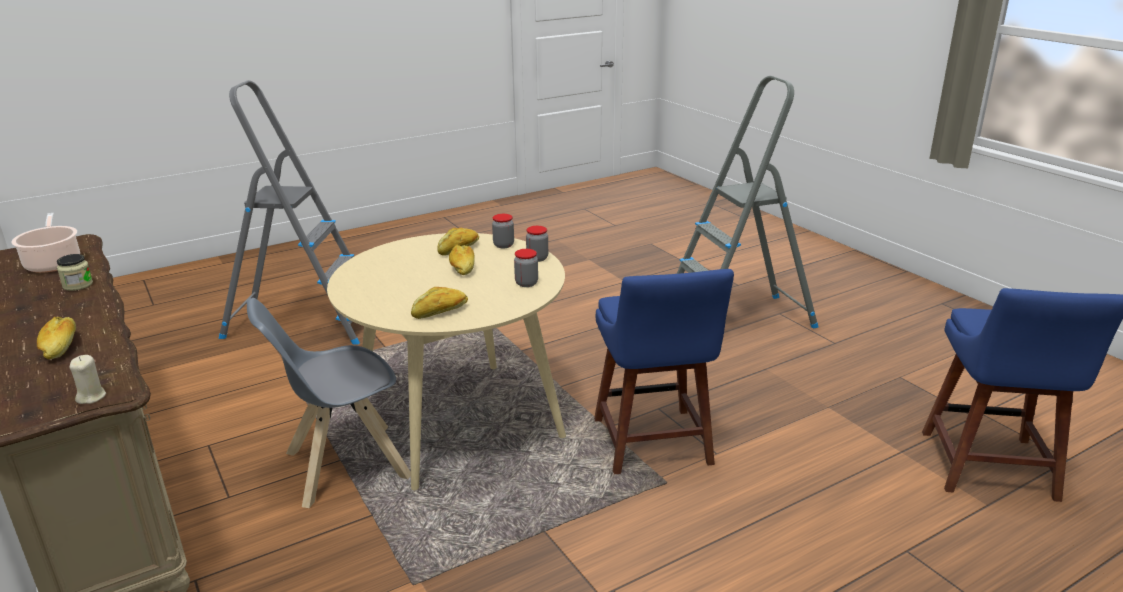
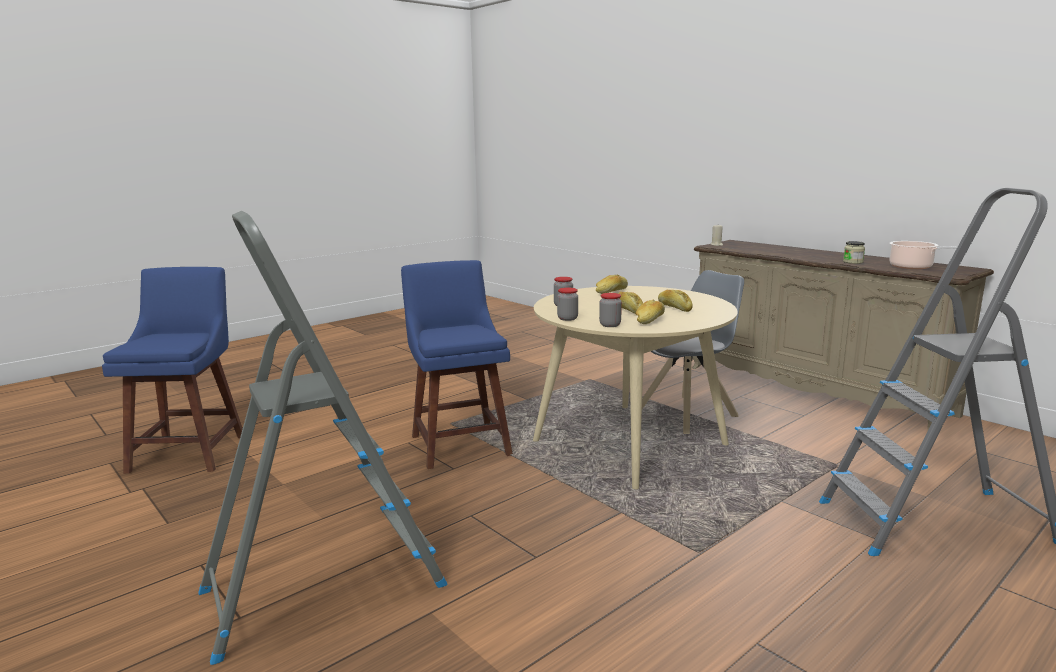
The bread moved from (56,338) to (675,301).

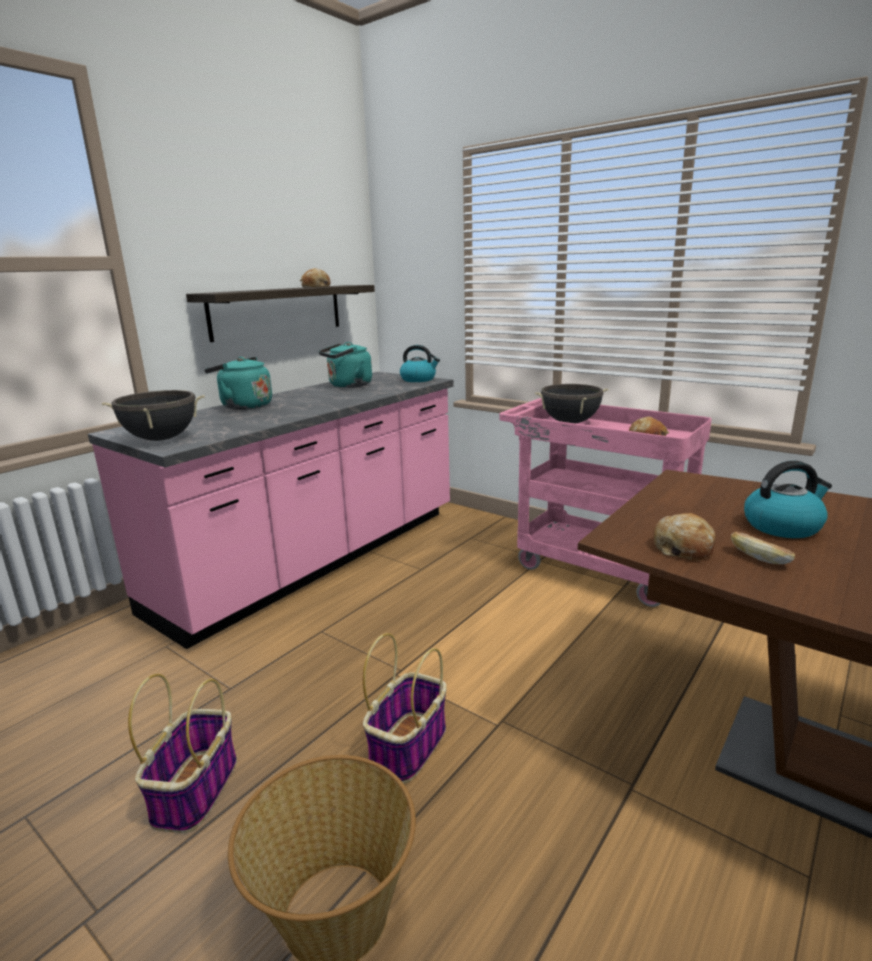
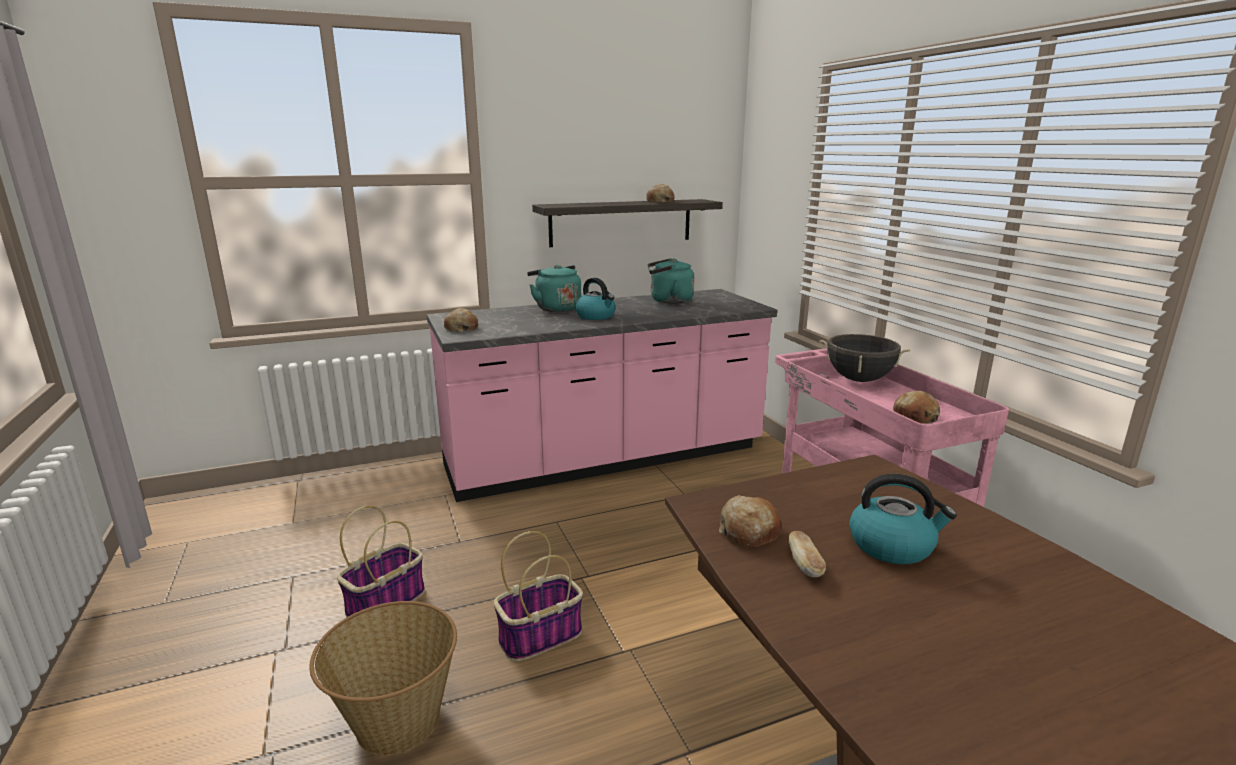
The tea kettle moved from (420,363) to (595,299).
The blackish stockpot at (153,415) was replaced by the bread at (461,320).

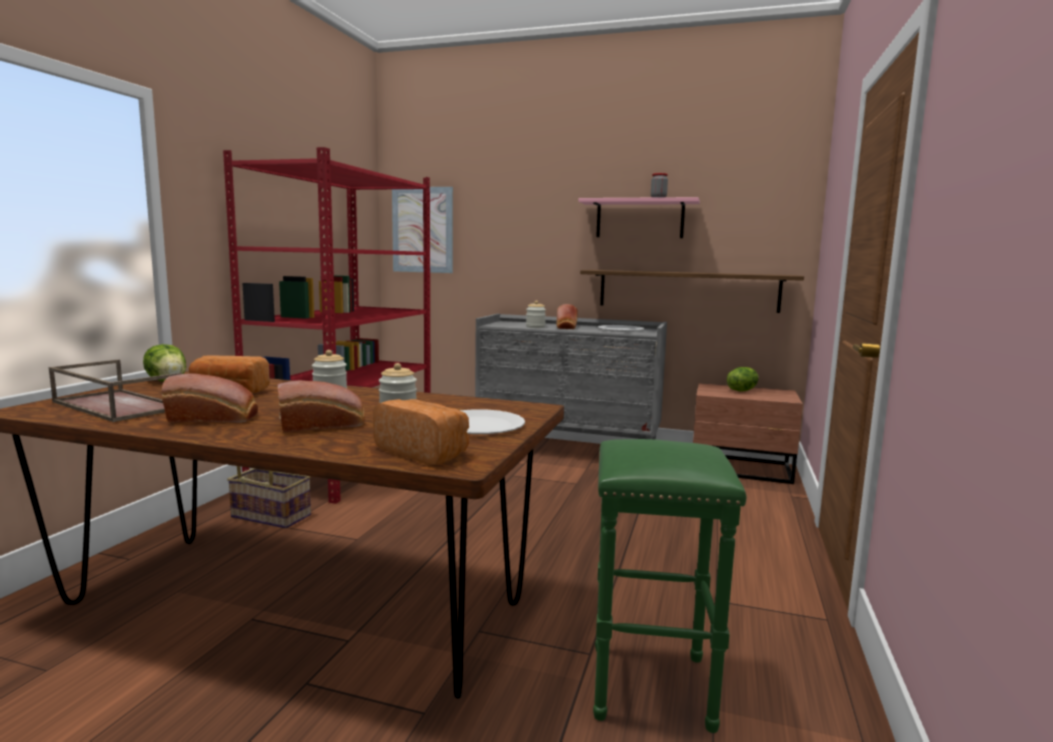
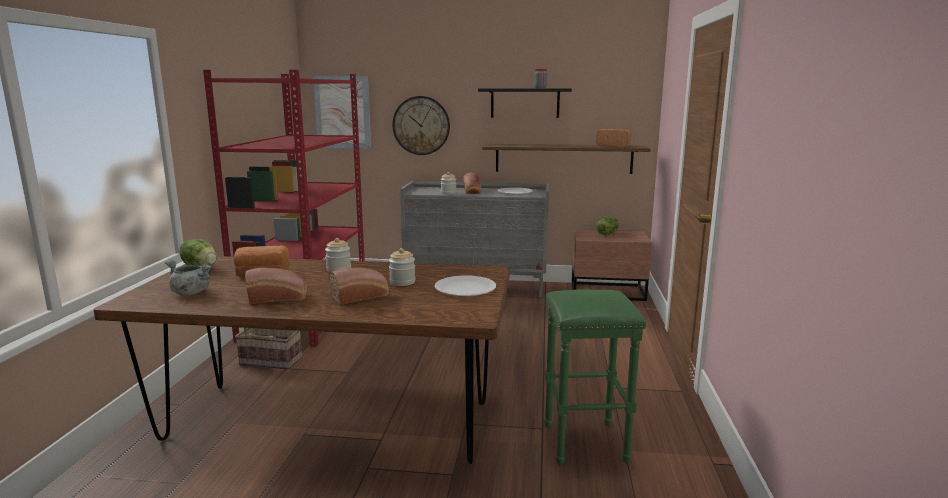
The hanging clock at (421,125) appeared.
The bread moved from (421,432) to (613,138).
The brown-coloured carrying tray at (115,391) was replaced by the grey stockpot at (188,277).
The pink shelf at (639,217) became the blackish shelf at (525,103).

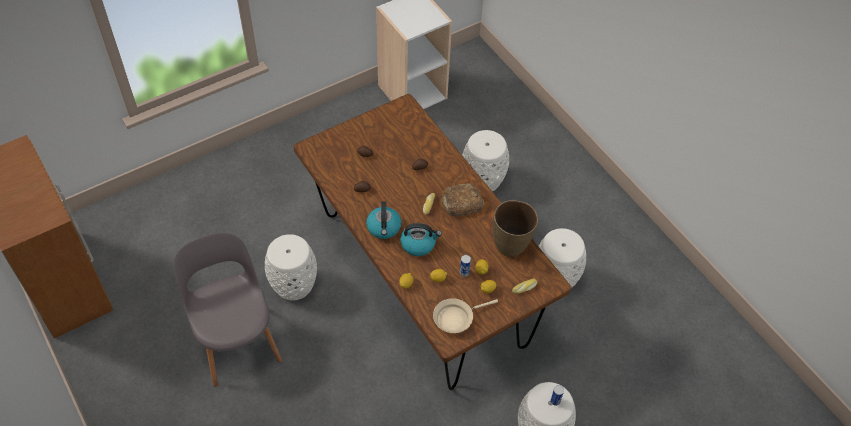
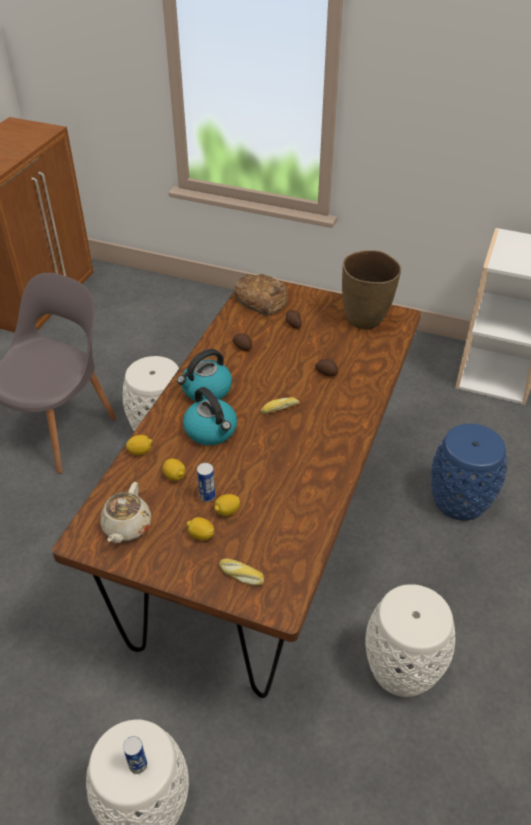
The bread moved from (462,199) to (261,295).
The brown-coloured vase moved from (515,228) to (371,289).
The beige-coloured frying pan at (465,315) was replaced by the beige-coloured pot for tea at (125,512).
The white stool seat at (485,161) became the blue stool seat at (469,472).

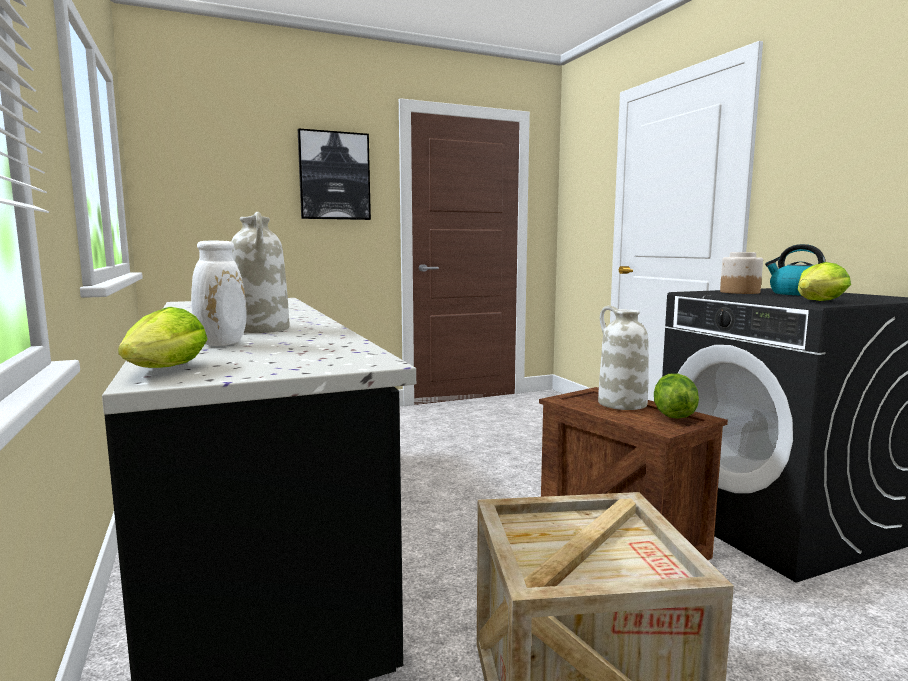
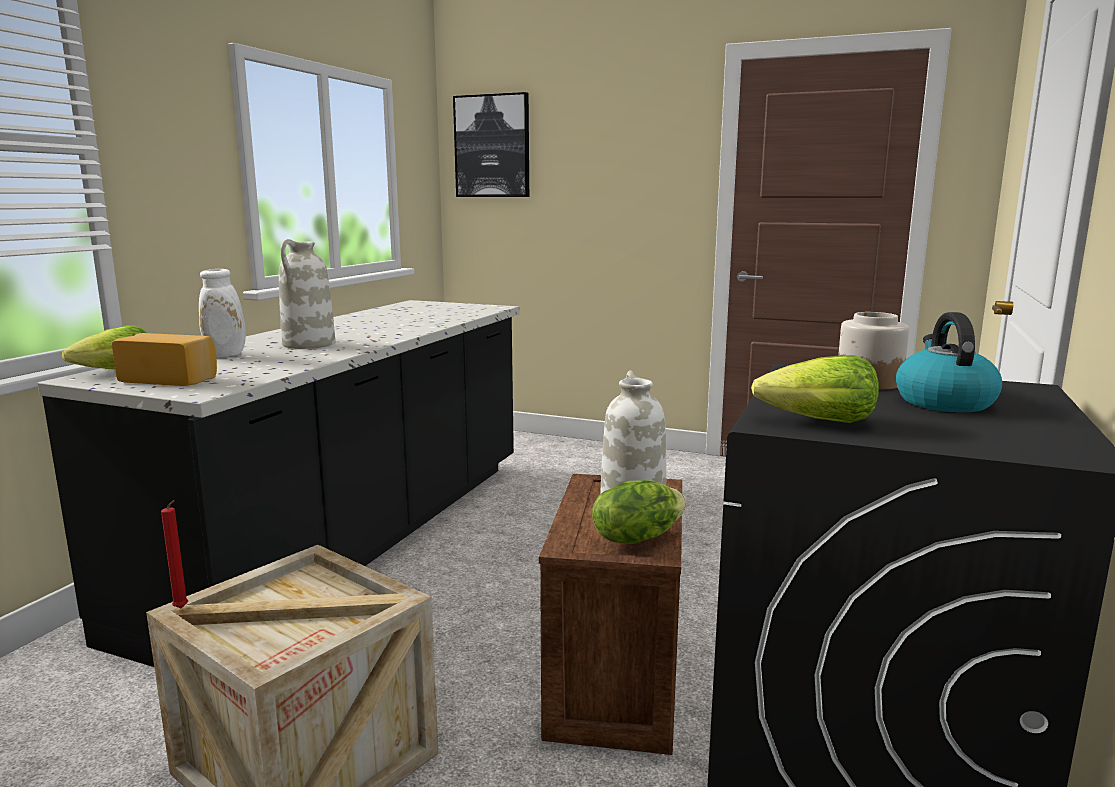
The bread at (164,359) appeared.
The red-coloured candle at (174,554) appeared.
The wall picture moved from (334,174) to (491,144).

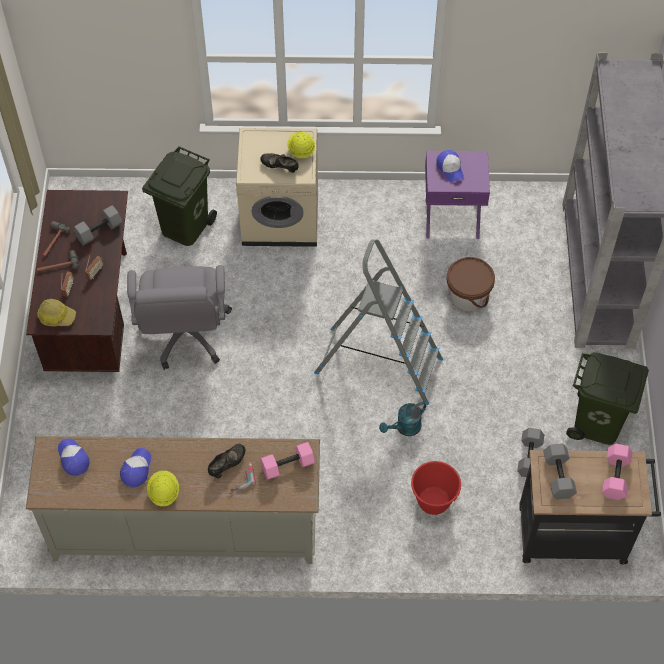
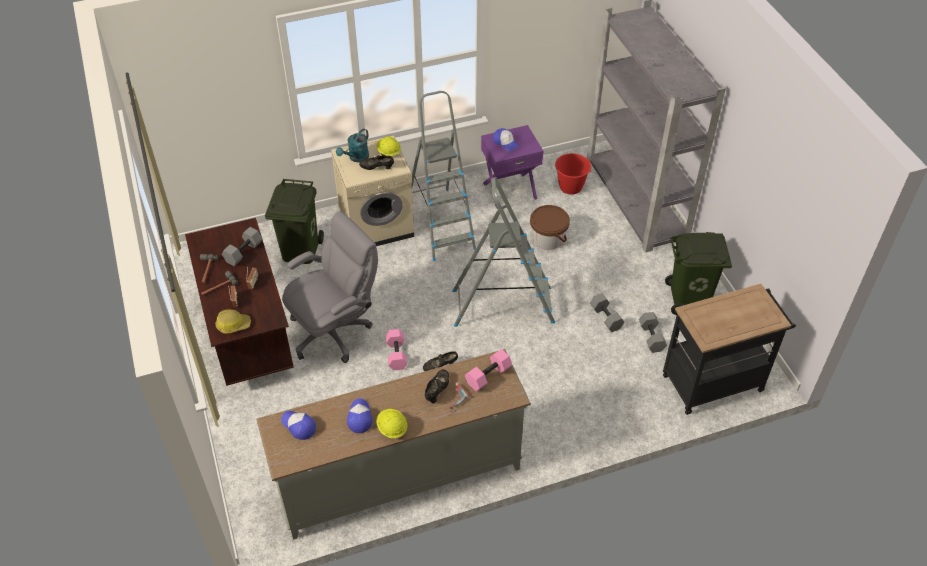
The grey step stool at (444,176) appeared.
The blackish shoe at (440,361) appeared.
The blue-green watering pot moved from (402,419) to (352,145).
The red-coloured pail moved from (436,488) to (573,174).
The grey hand weight moved from (560,471) to (607,312).
The pink hand weight moved from (617,472) to (396,349).
The grey office chair at (179,317) turned 105 degrees counterclockwise.

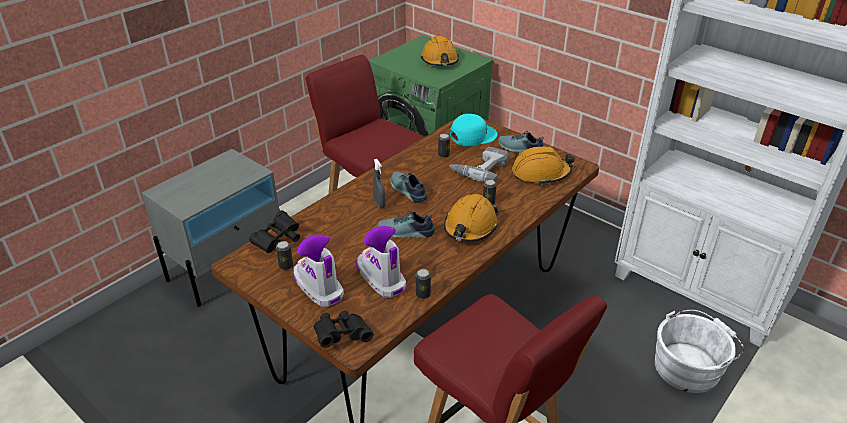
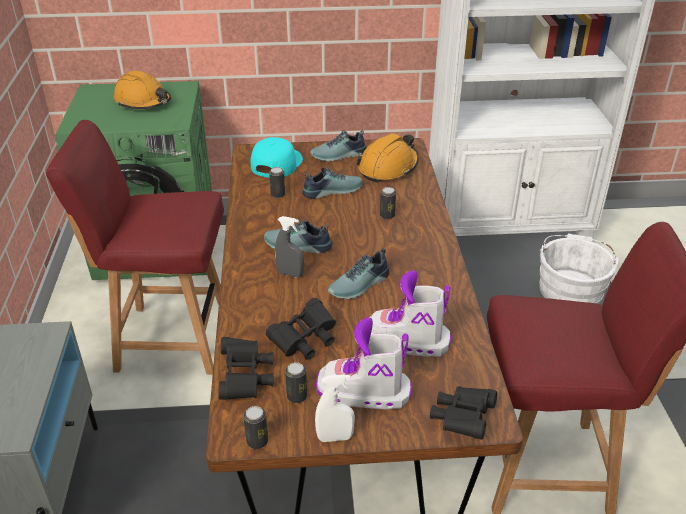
The orangey hard hat at (471,218) disappeared.
The blackish field glasses at (301,329) appeared.
The white sprayer at (335,408) appeared.
The can moved from (423,284) to (255,427).
The drill at (479,164) was replaced by the shoe at (332,182).

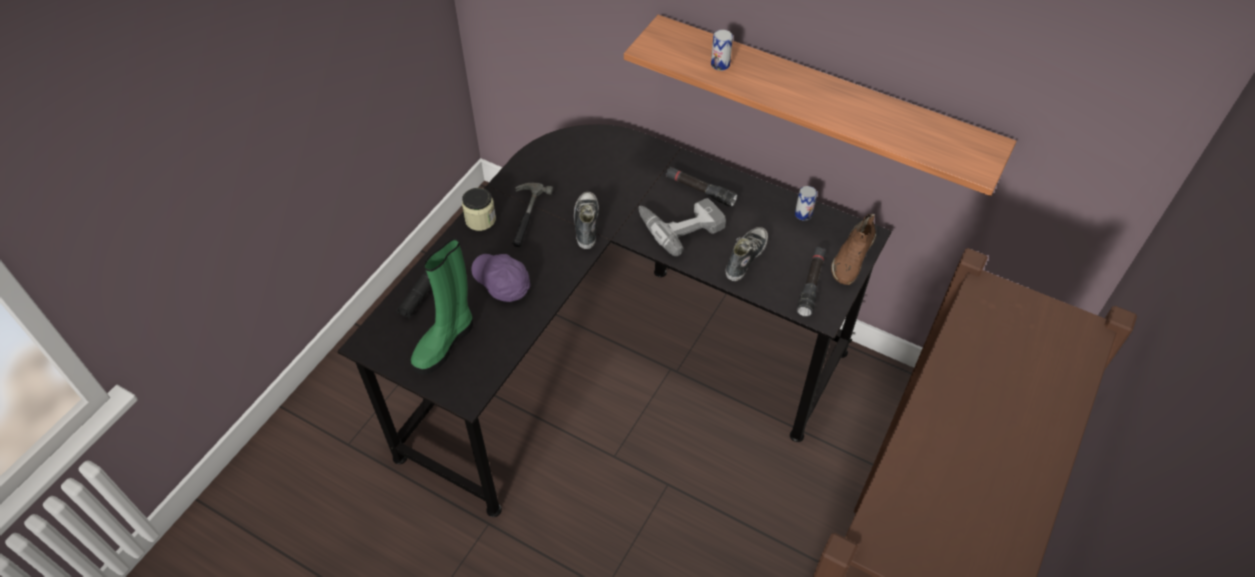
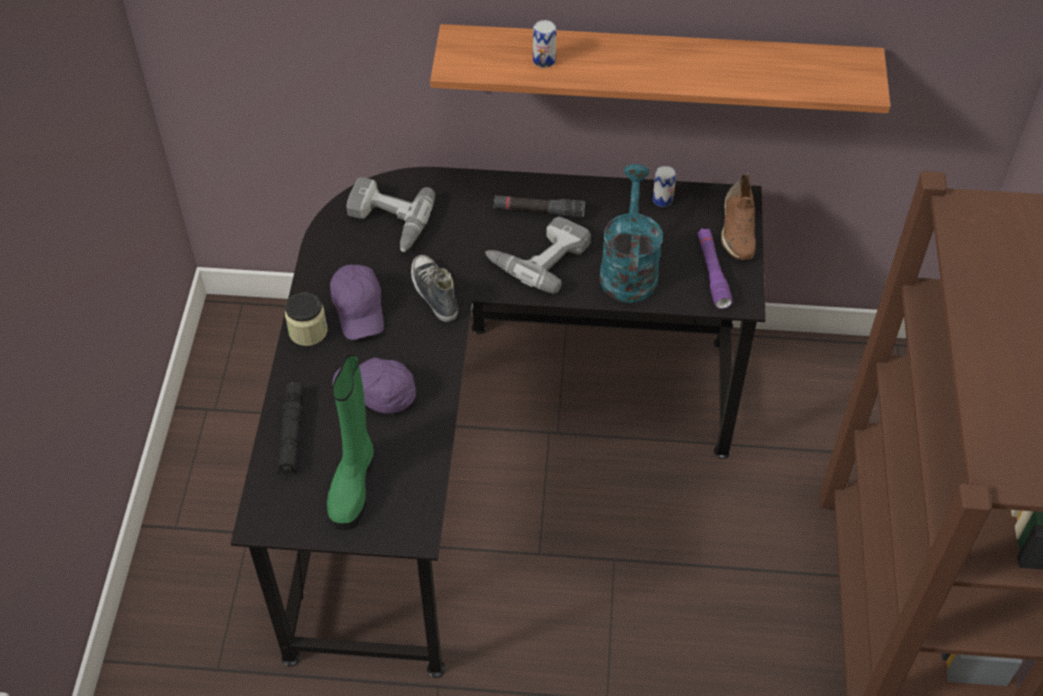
The drill at (390,214) appeared.
The tool hammer at (532,215) was replaced by the purple-coloured peaked cap at (357,302).
The shoe at (746,254) was replaced by the blue-green watering pot at (631,233).
The blackish hand torch at (811,282) became the purple-coloured hand torch at (715,268).

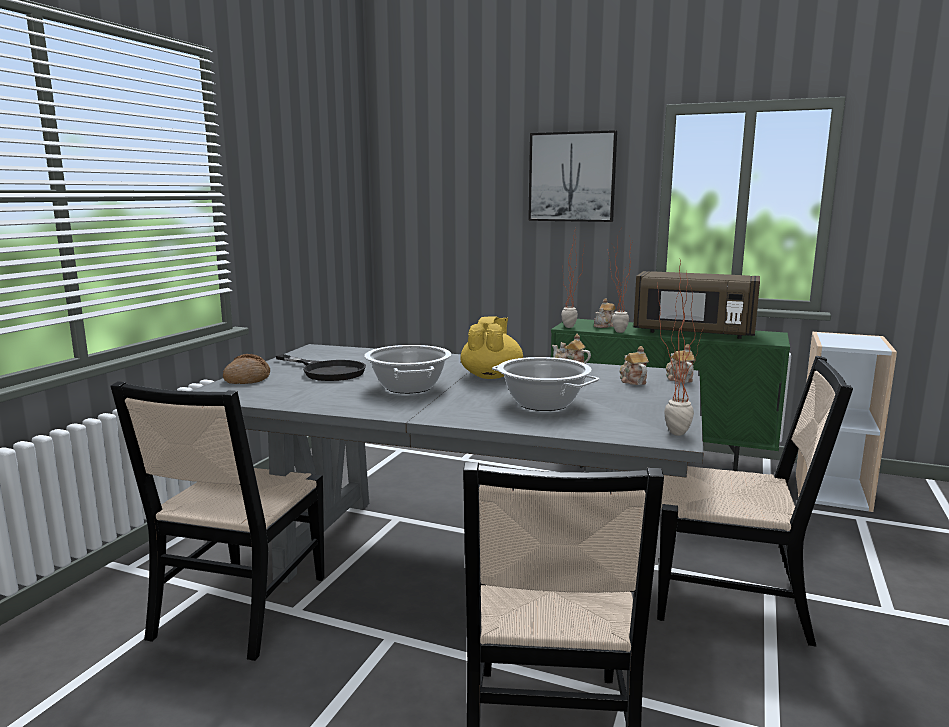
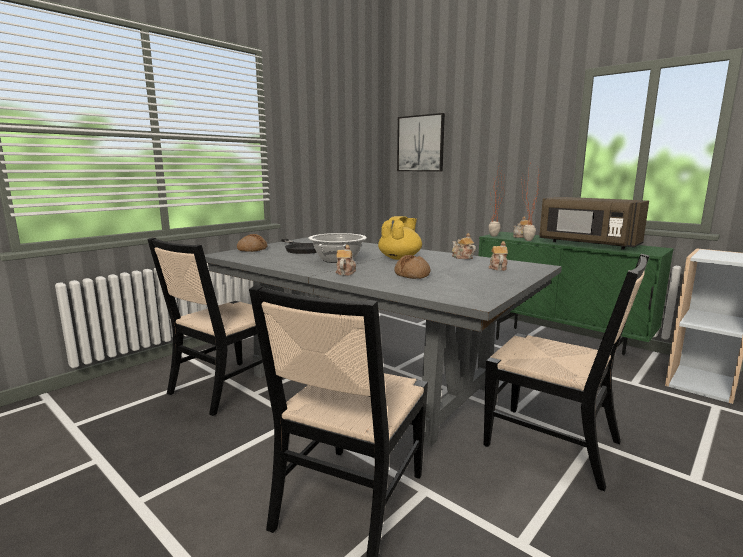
The plant in a pot at (680,348) disappeared.
The wall picture moved from (572,176) to (421,142).
The pot for tea moved from (680,363) to (345,260).
The stockpot at (545,384) was replaced by the bread at (412,267).

